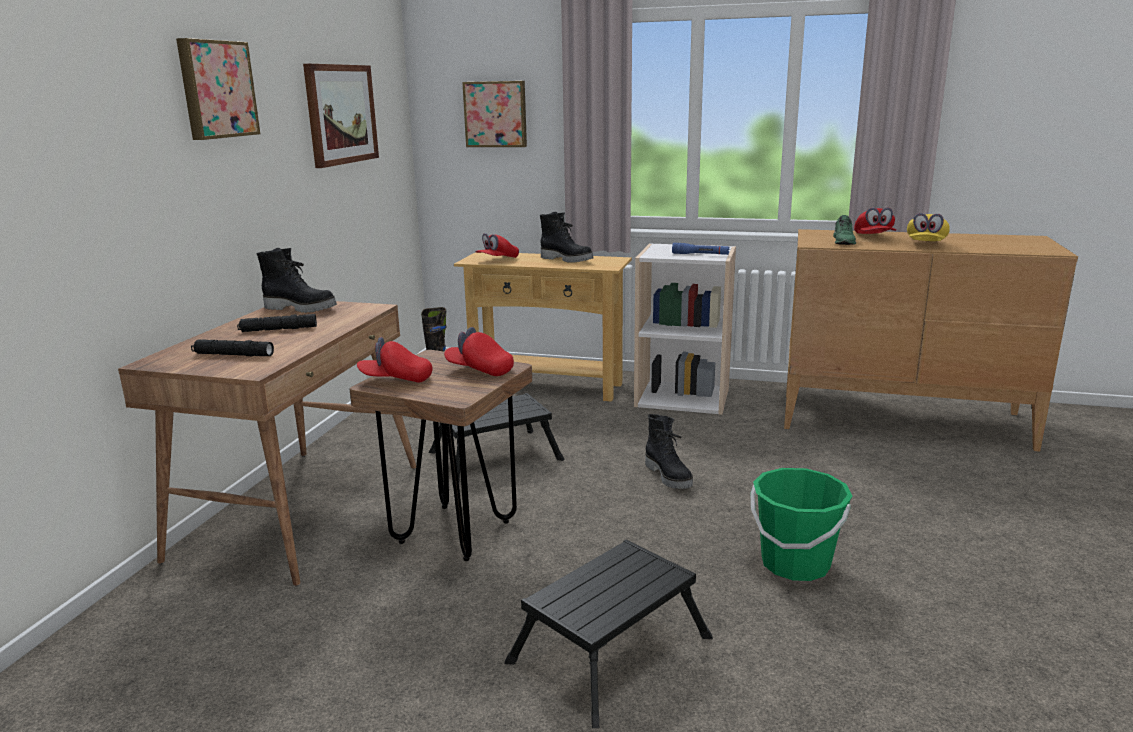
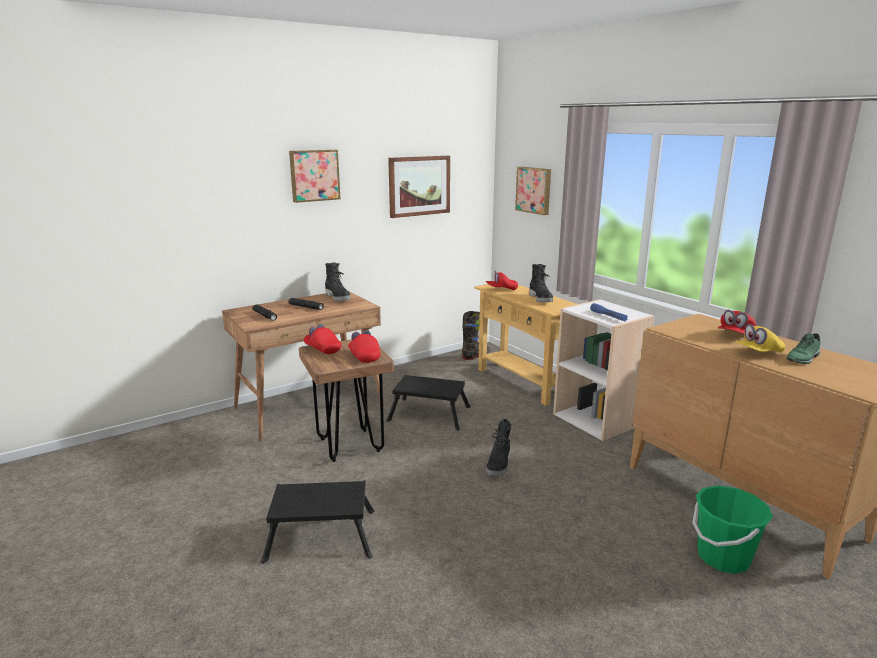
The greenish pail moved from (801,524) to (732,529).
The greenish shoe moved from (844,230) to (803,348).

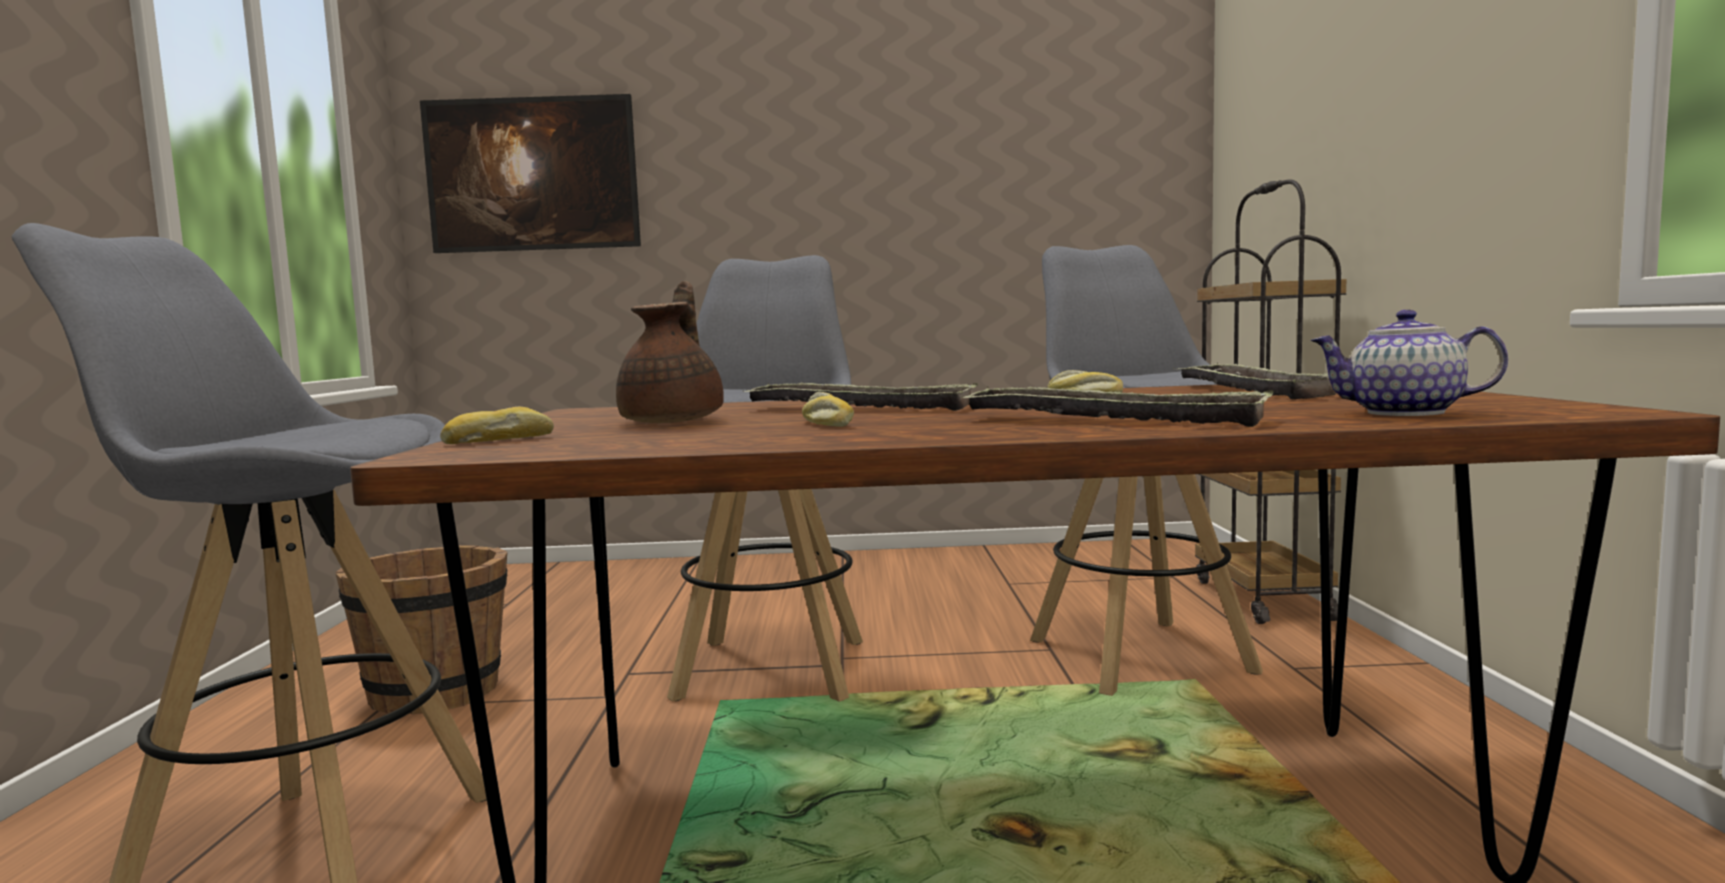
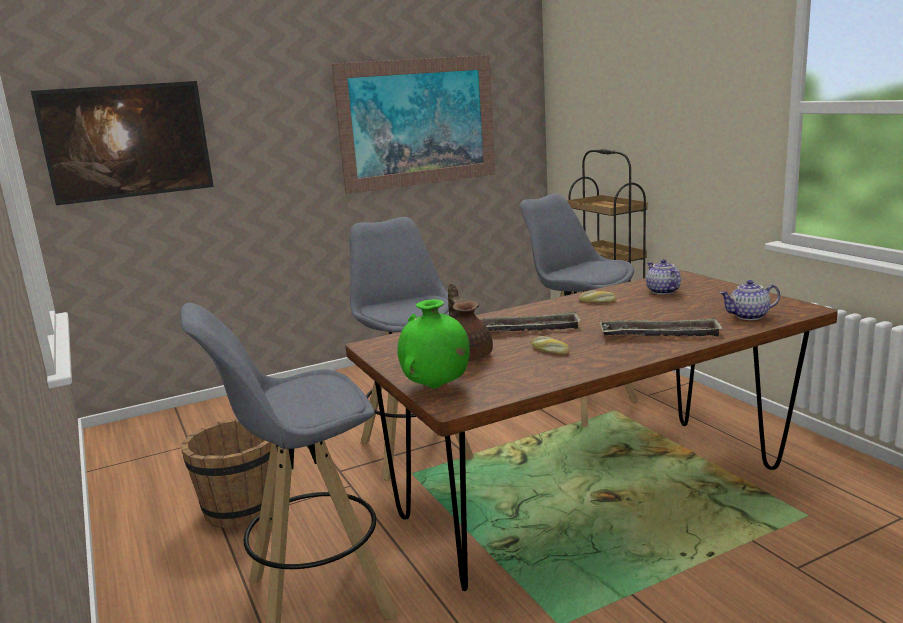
The wall picture at (413,124) appeared.
The bread at (497,425) was replaced by the greenish vase at (433,344).
The carrying tray at (1254,381) was replaced by the pot for tea at (663,277).

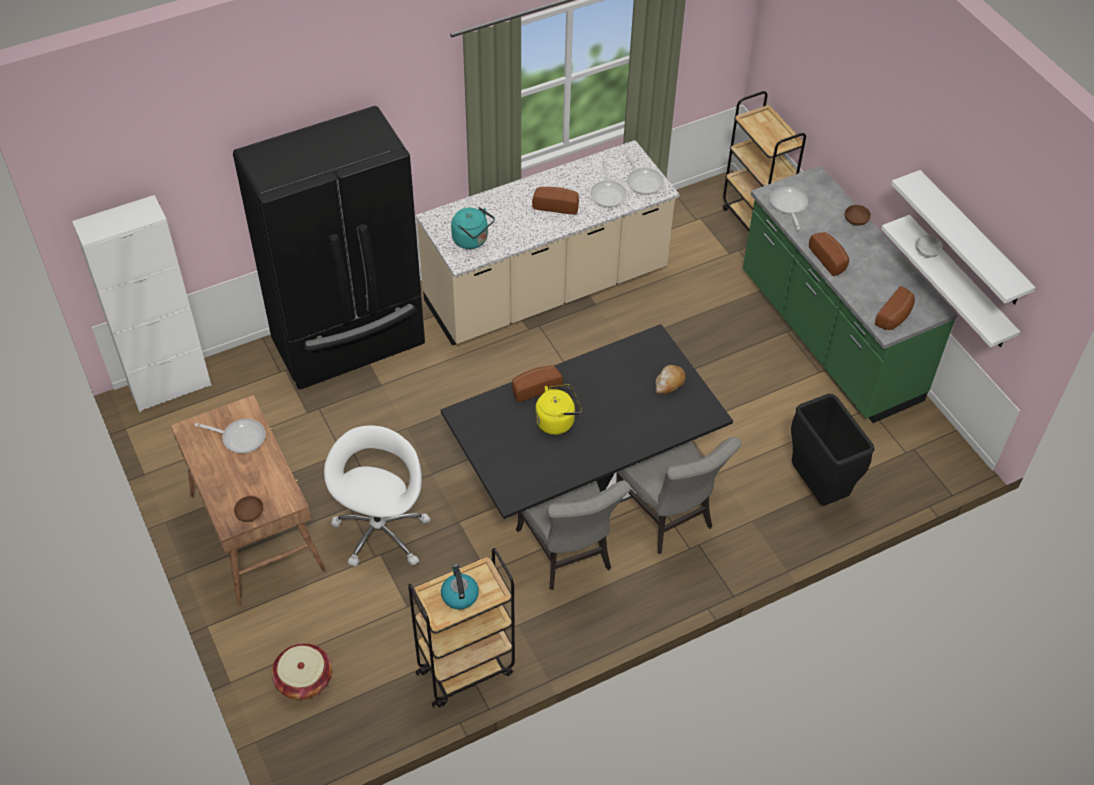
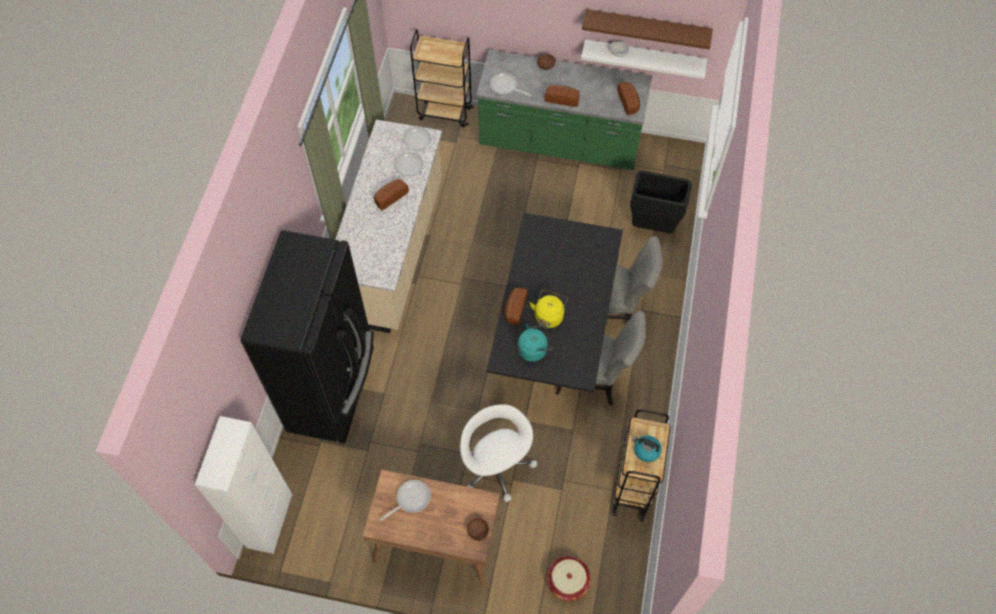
The bread at (670,379) disappeared.
The blue-green tea kettle moved from (473,228) to (535,343).
The white shelf at (963,237) became the brown-coloured shelf at (647,29).

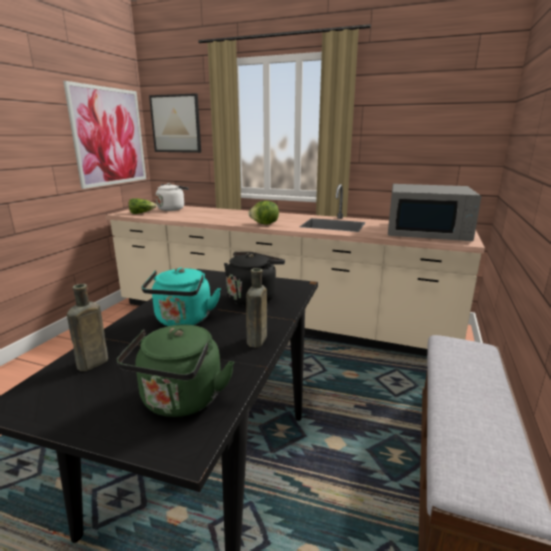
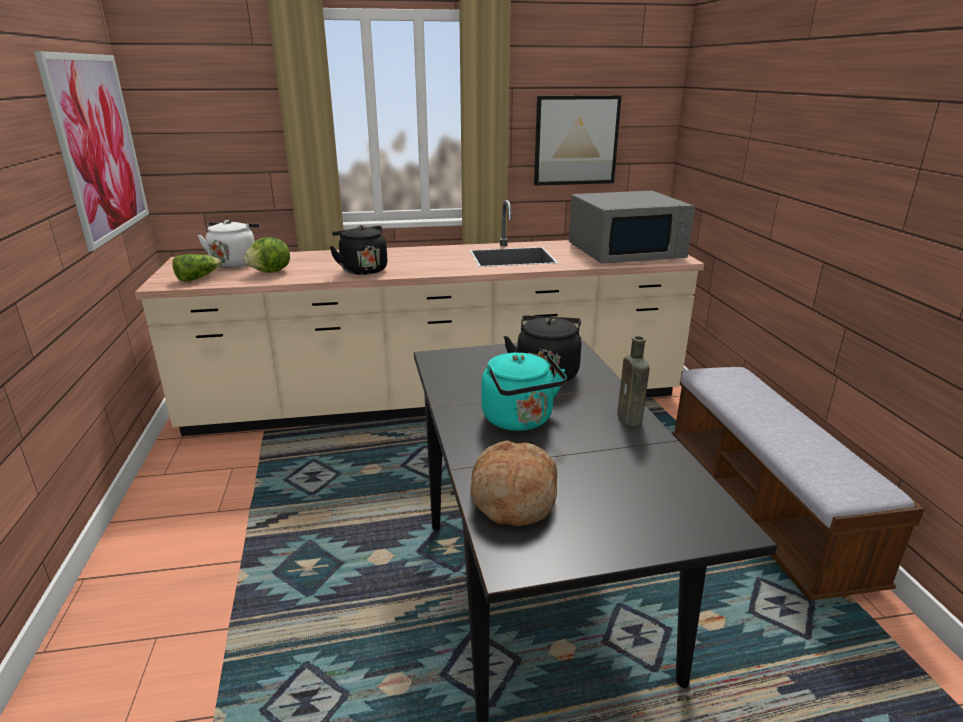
The greenish tea kettle at (175,371) disappeared.
The blackish tea kettle at (358,250) appeared.
The wall picture moved from (175,123) to (578,140).
The lettuce head moved from (263,213) to (266,255).
The brown-coloured bottle at (87,327) was replaced by the bread at (513,483).

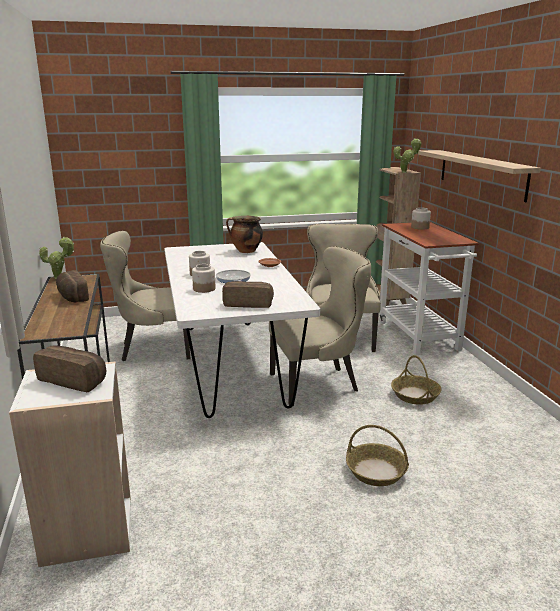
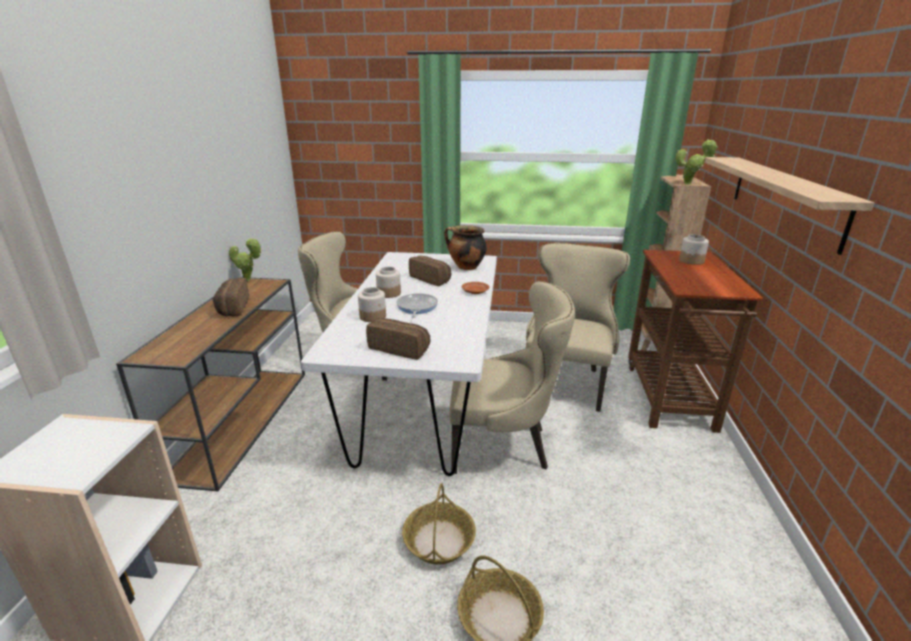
The bread moved from (69,369) to (430,271).
The basket moved from (416,380) to (439,524).
The white wheeled cart at (429,288) became the brown-coloured wheeled cart at (695,341).

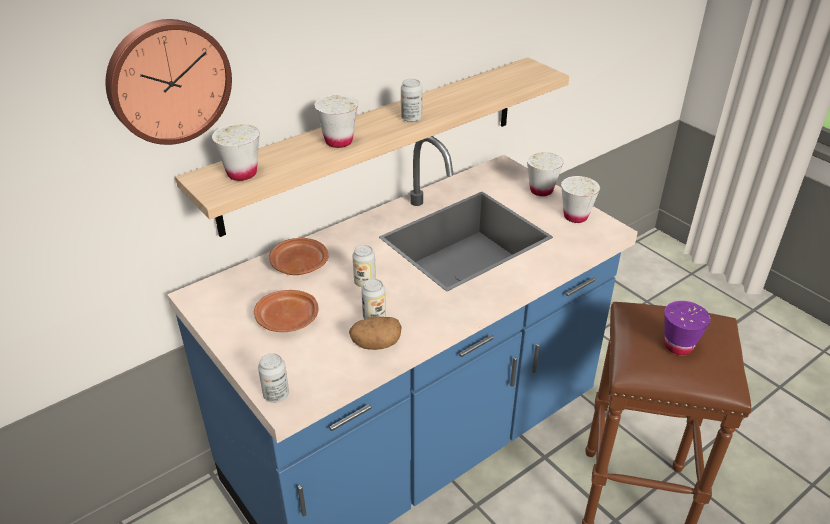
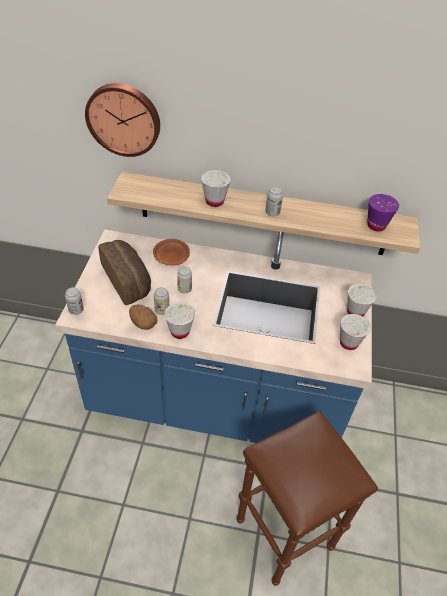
The white cup moved from (236,152) to (180,320).
The purple-coloured cup moved from (687,328) to (383,212).
The brown-coloured plate at (286,311) was replaced by the bread at (124,272).

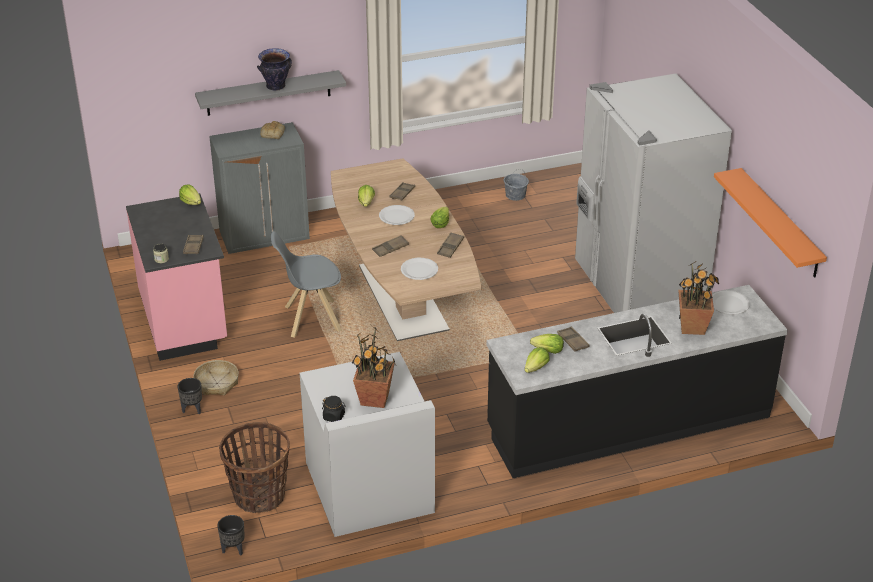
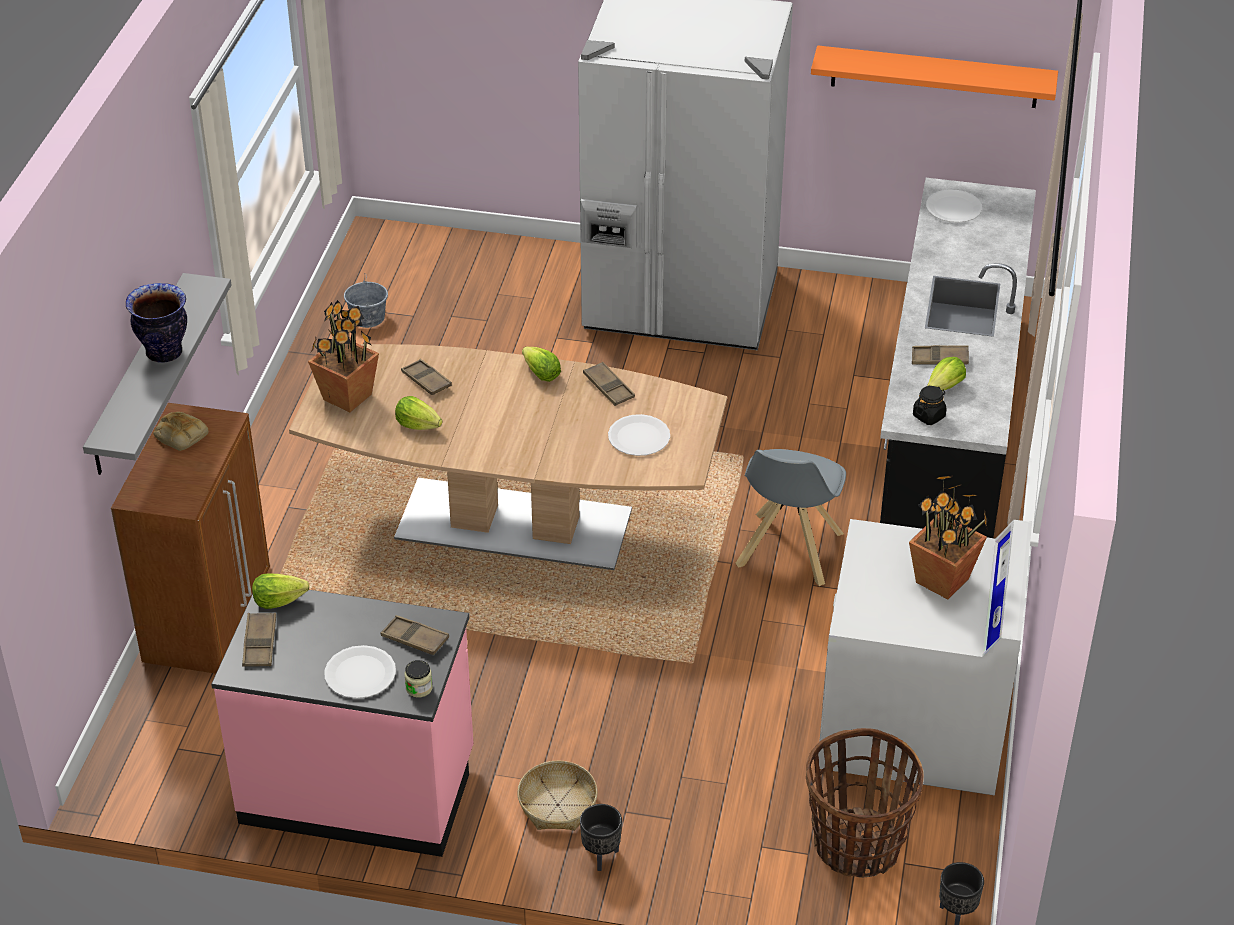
The lettuce head at (537,360) disappeared.
The grey chair moved from (306,284) to (790,517).
The blackish preserve jar moved from (334,409) to (929,405).
The brown-coloured carrying tray moved from (390,246) to (259,640).
The white plate moved from (397,215) to (360,671).
The plant in a pot moved from (698,298) to (343,356).
The grey cupboard at (259,188) became the brown-coloured cupboard at (190,538).

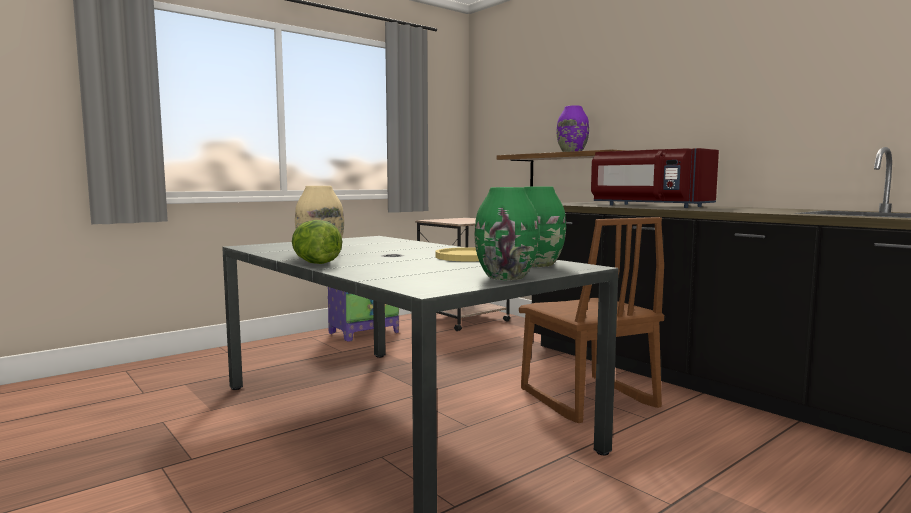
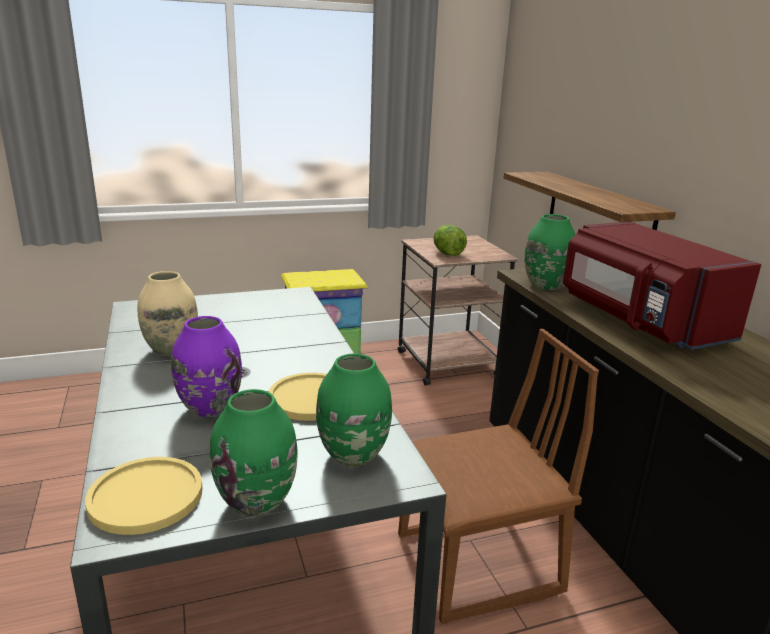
The yellowish plate at (144,496) appeared.
The greenish vase at (550,252) appeared.
The lettuce head moved from (317,242) to (450,240).
The purple-coloured vase moved from (573,128) to (206,366).
The brown-coloured chair at (591,320) turned 105 degrees counterclockwise.

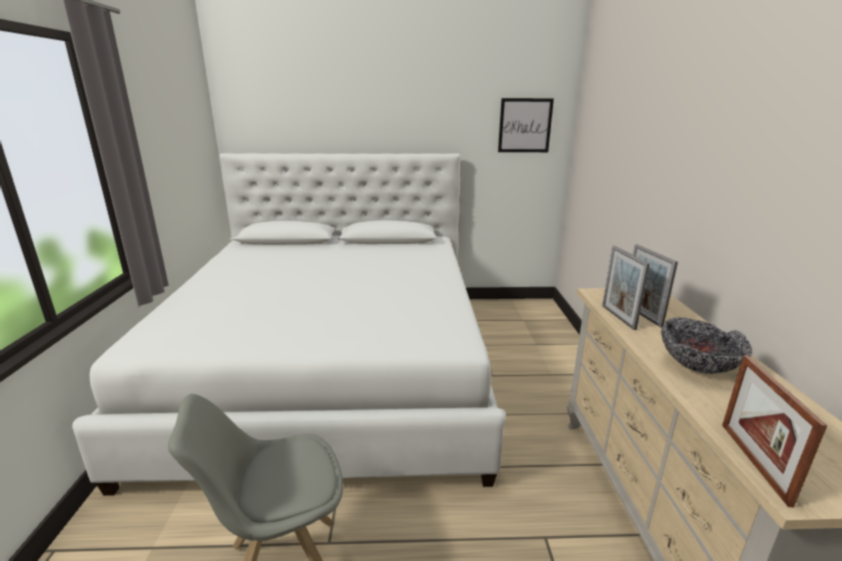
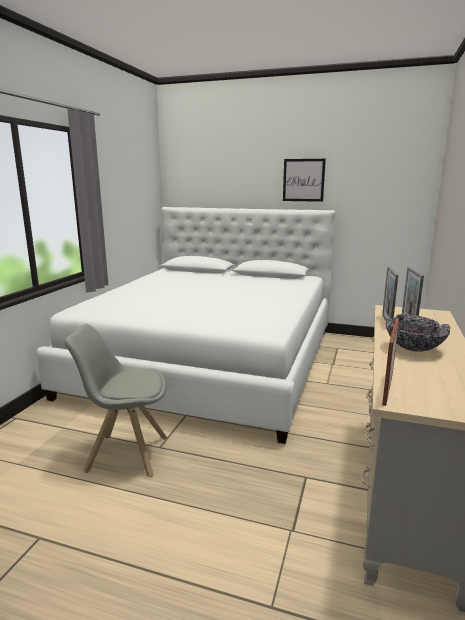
The wall picture moved from (526,125) to (304,180).

